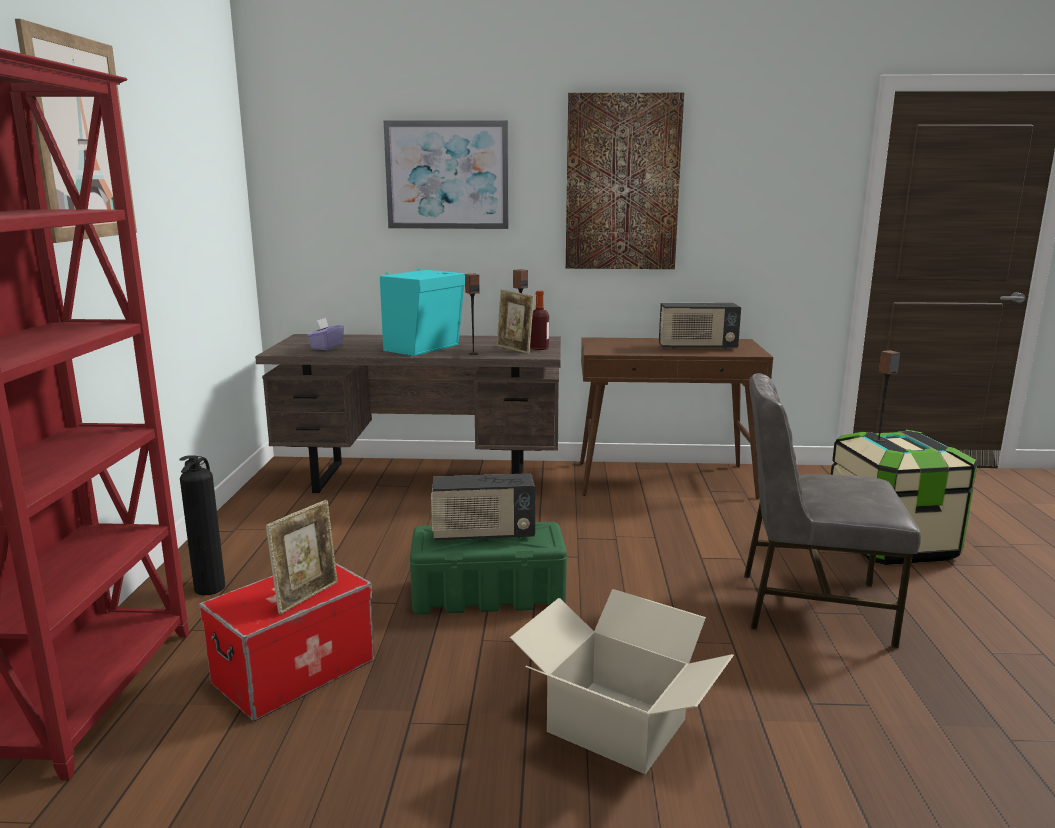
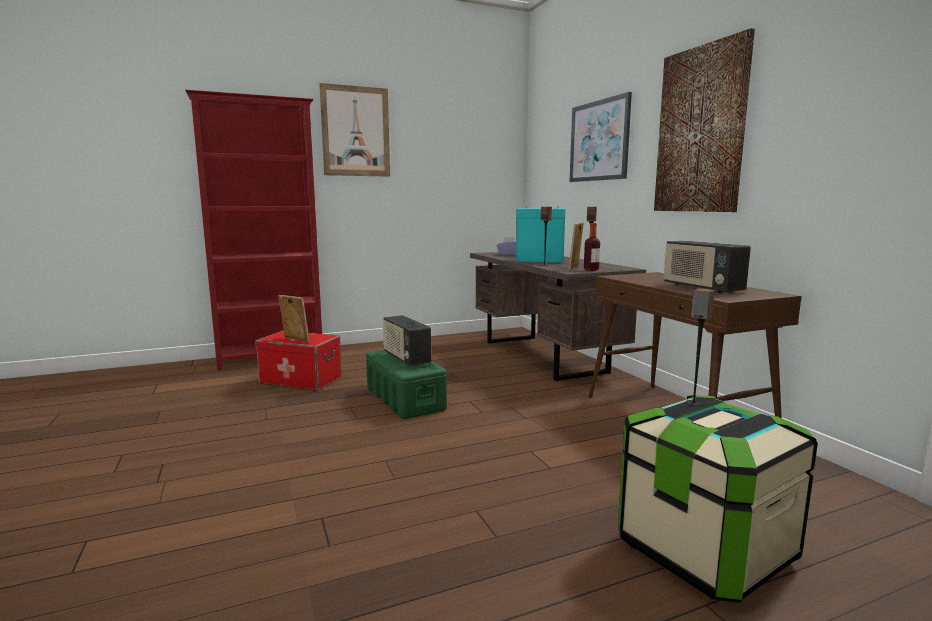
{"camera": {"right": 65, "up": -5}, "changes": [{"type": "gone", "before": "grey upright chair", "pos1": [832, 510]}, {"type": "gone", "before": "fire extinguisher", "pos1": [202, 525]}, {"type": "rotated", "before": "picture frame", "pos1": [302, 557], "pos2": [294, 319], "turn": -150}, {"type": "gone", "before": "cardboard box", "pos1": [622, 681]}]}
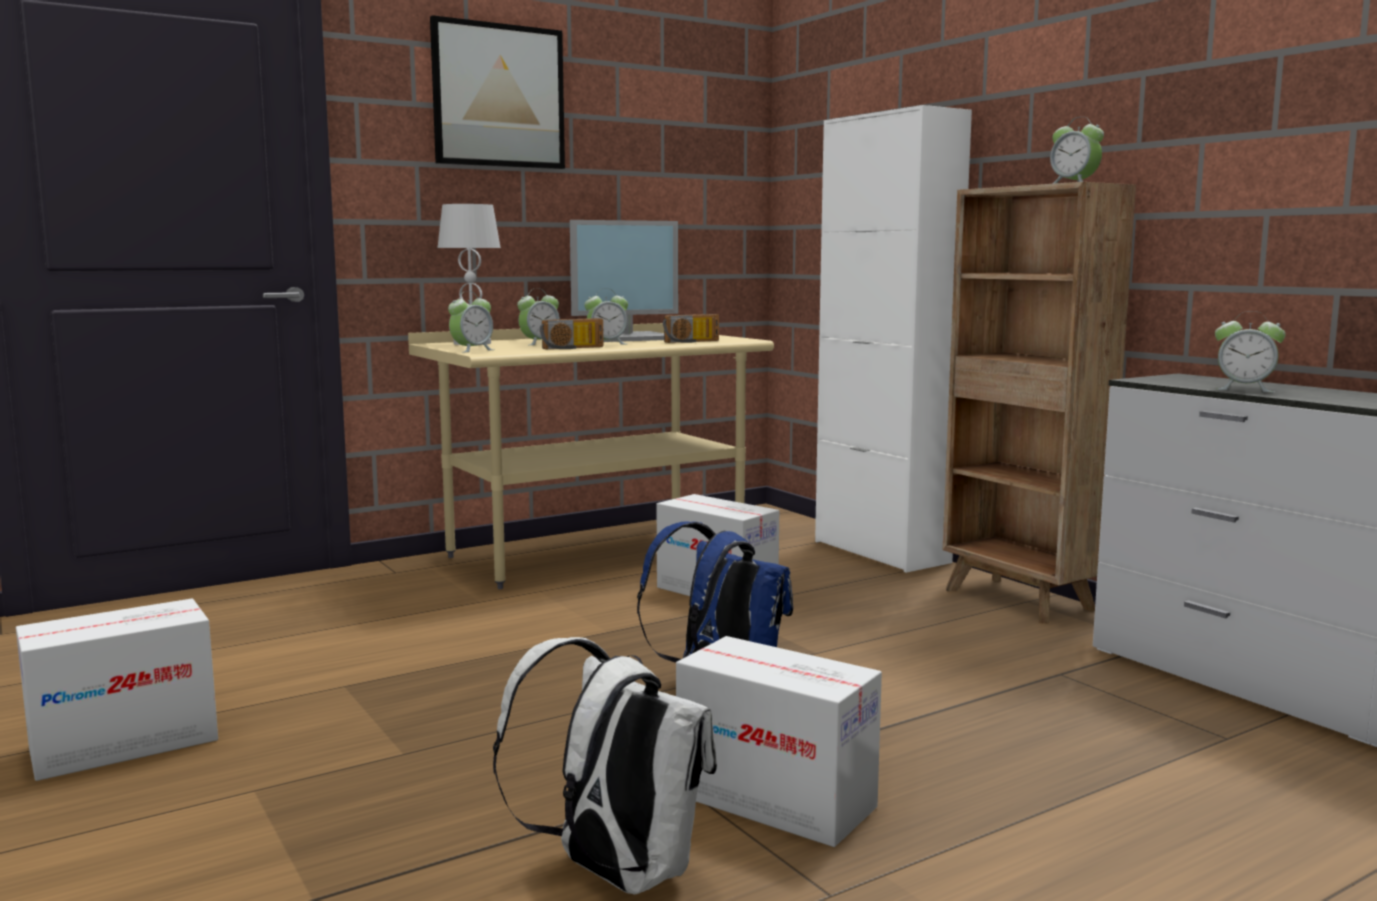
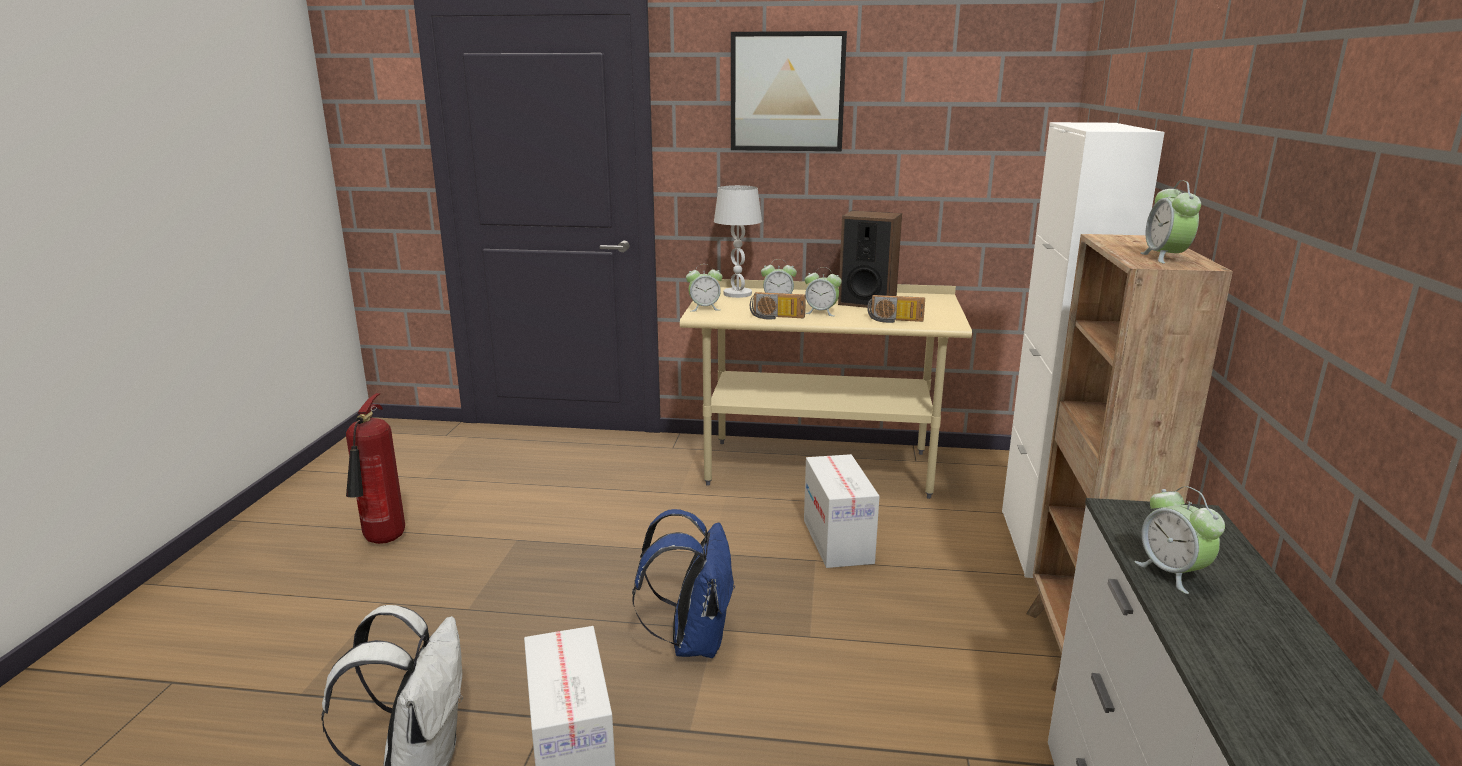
{"camera": {"right": 40, "up": 10}, "changes": [{"type": "swapped", "before": "computer screen", "after": "loudspeaker", "pos1": [624, 281], "pos2": [870, 259]}, {"type": "swapped", "before": "cardboard box", "after": "fire extinguisher", "pos1": [117, 690], "pos2": [375, 468]}]}
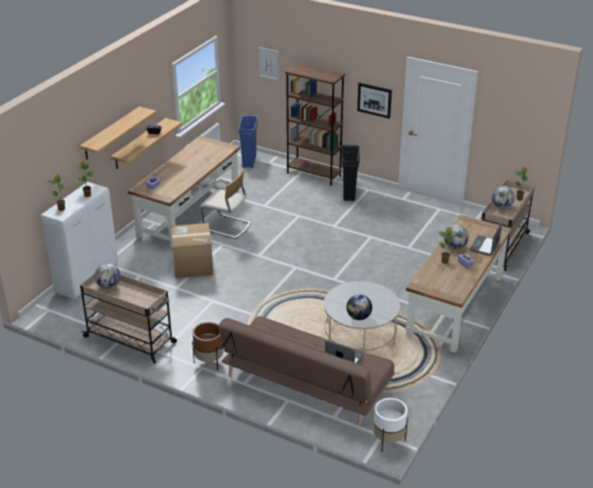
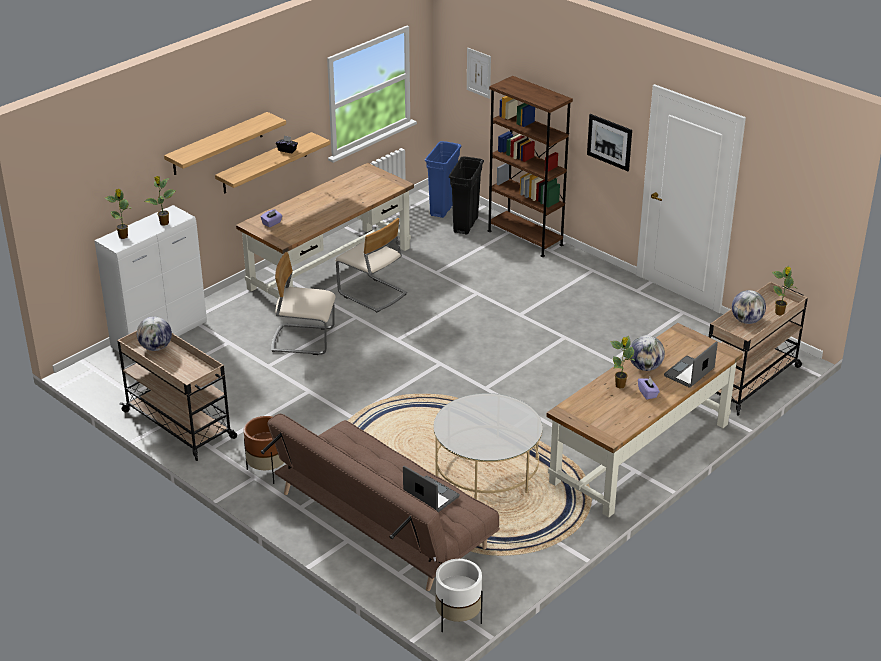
{"camera": {"right": 15, "up": 0}, "changes": [{"type": "shifted", "before": "blackish waste bin", "pos1": [351, 173], "pos2": [466, 195]}, {"type": "swapped", "before": "cardboard box", "after": "beige-coloured upright chair", "pos1": [192, 250], "pos2": [304, 303]}, {"type": "gone", "before": "world globe", "pos1": [359, 307]}]}
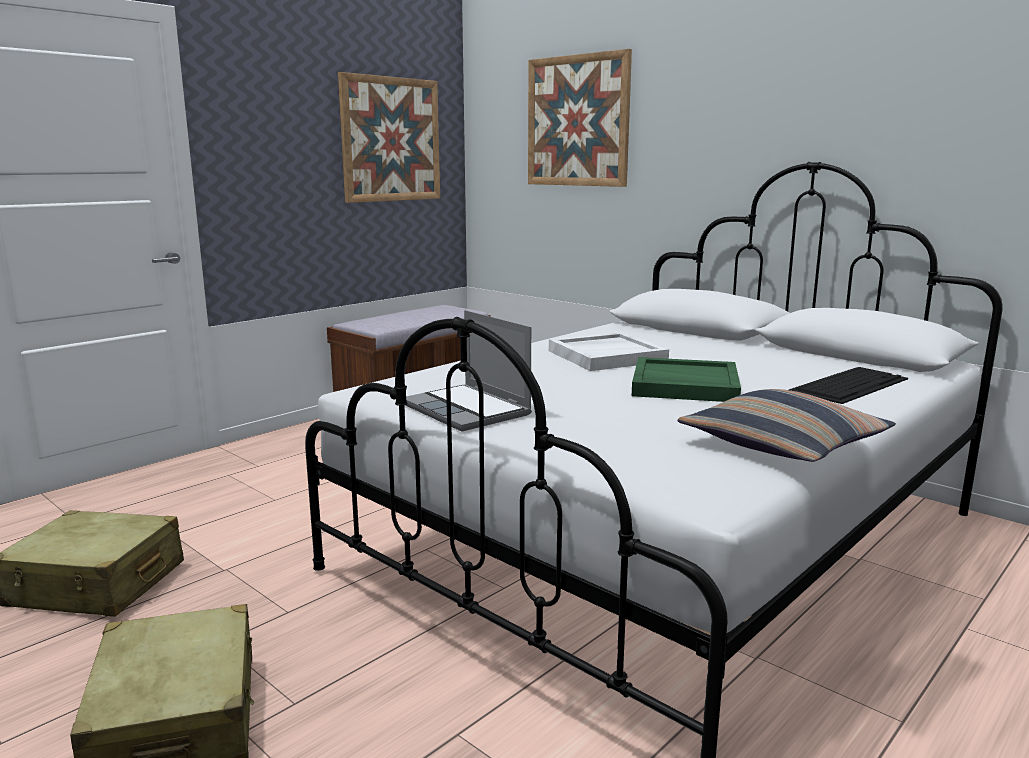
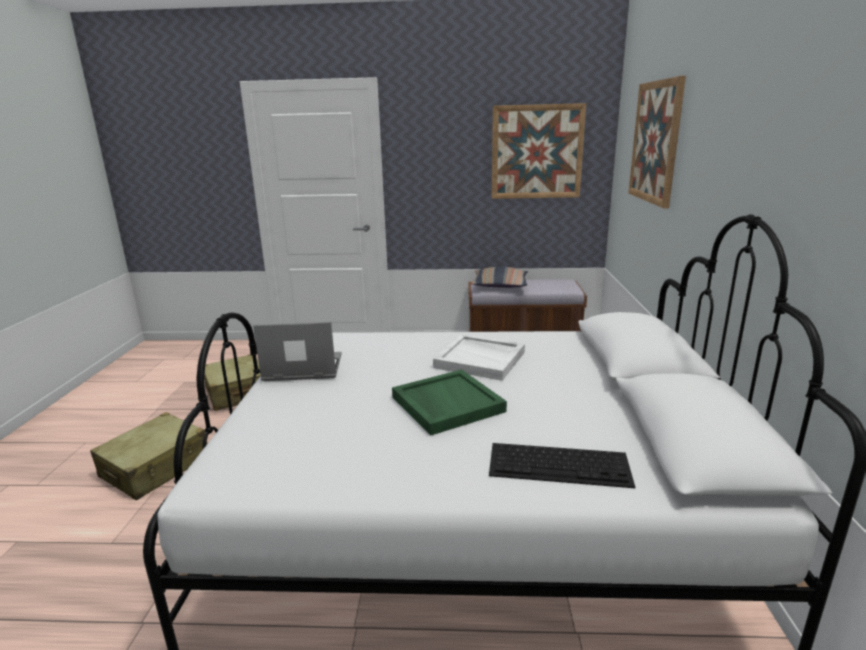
{"camera": {"right": 50, "up": 5}, "changes": [{"type": "rotated", "before": "laptop", "pos1": [469, 371], "pos2": [297, 351], "turn": 75}, {"type": "shifted", "before": "throw pillow", "pos1": [786, 425], "pos2": [499, 277]}]}
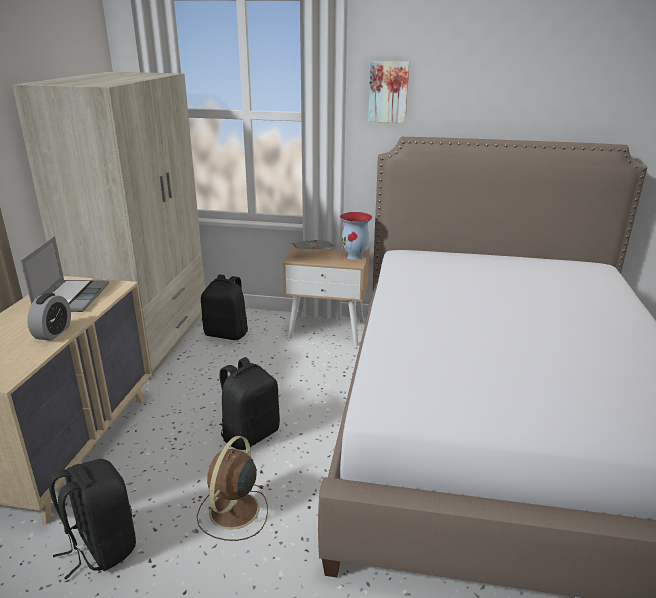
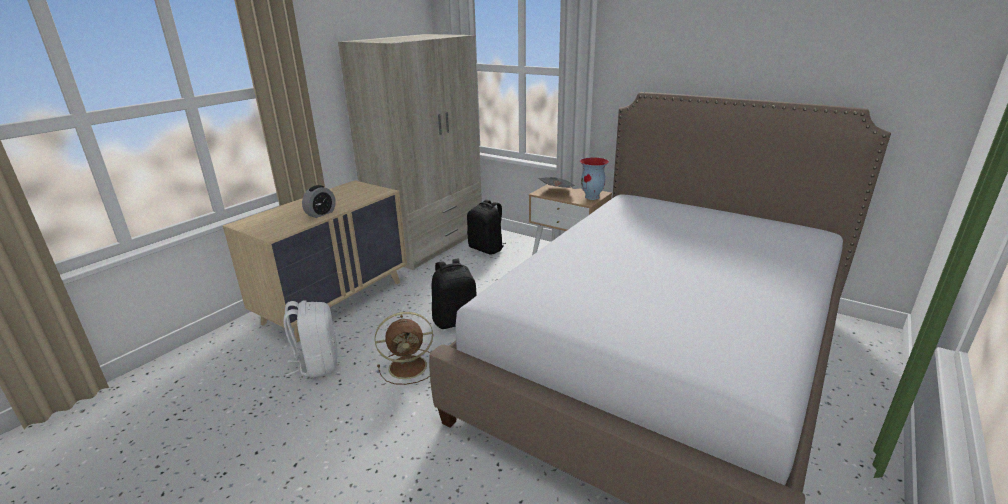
{"camera": {"right": 25, "up": 0}, "changes": [{"type": "gone", "before": "picture", "pos1": [388, 92]}, {"type": "gone", "before": "laptop", "pos1": [64, 274]}, {"type": "rotated", "before": "brown cooling fan", "pos1": [232, 488], "pos2": [404, 348], "turn": -150}, {"type": "repainted", "before": "blackish knapsack", "after": "white-coloured knapsack", "pos1": [92, 519], "pos2": [310, 339]}]}
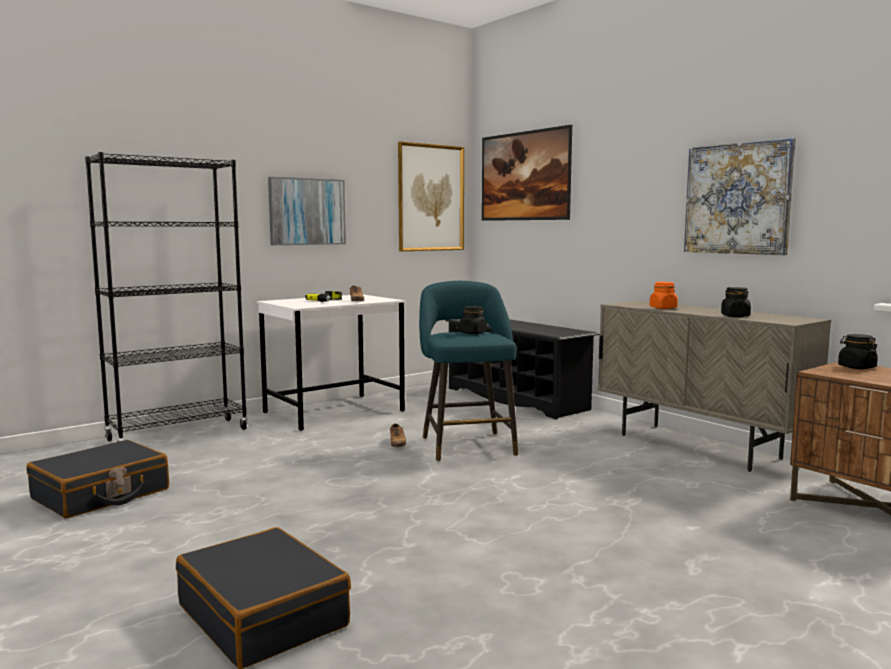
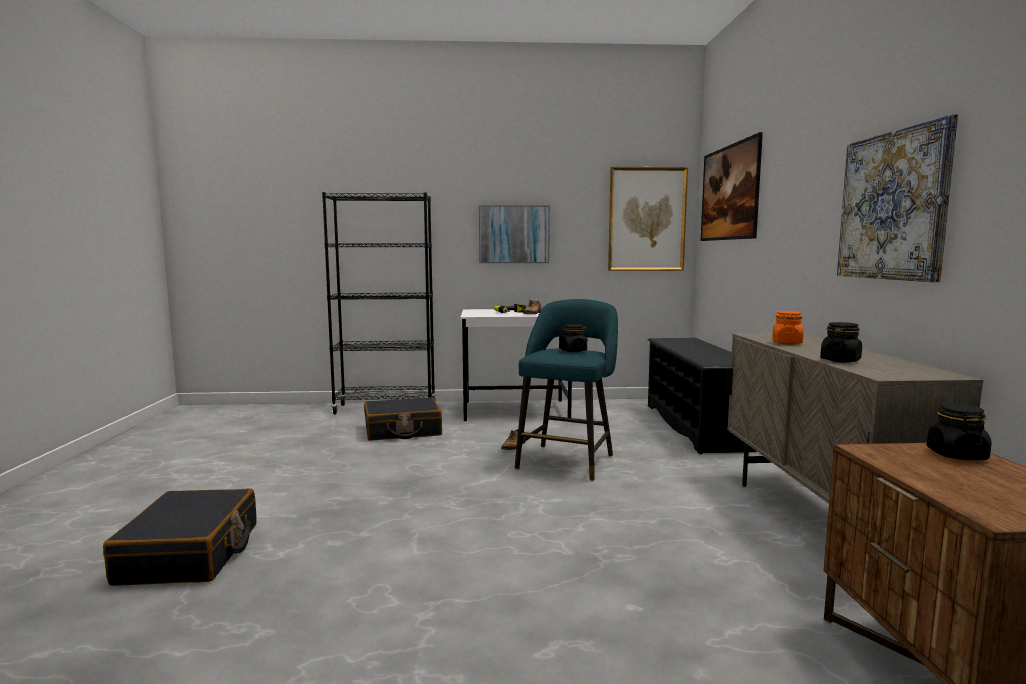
{"camera": {"right": 35, "up": 0}, "changes": [{"type": "shifted", "before": "blackish piece of luggage", "pos1": [98, 479], "pos2": [403, 419]}]}
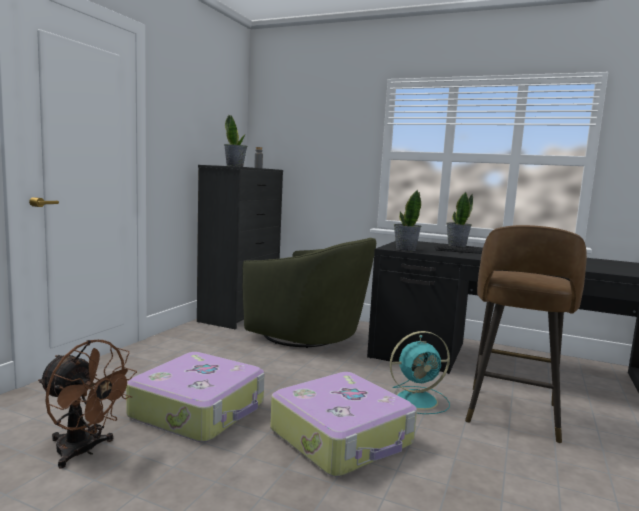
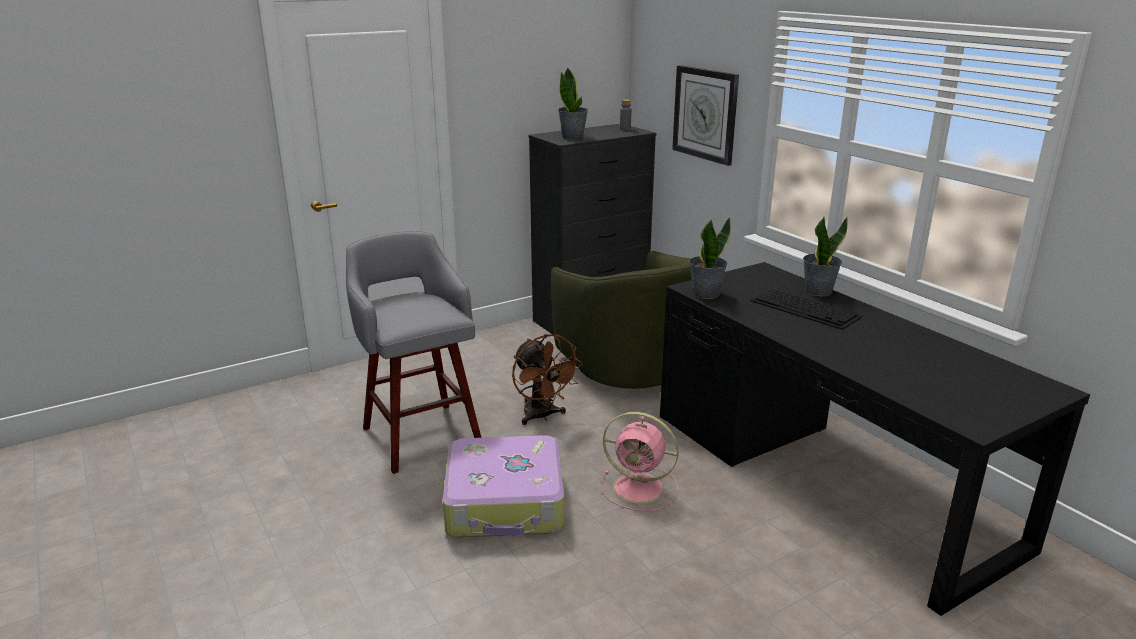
{"camera": {"right": 35, "up": 15}, "changes": [{"type": "gone", "before": "brown sitting stool", "pos1": [526, 334]}, {"type": "repainted", "before": "blue-green cooling fan", "after": "pink-coloured cooling fan", "pos1": [420, 372], "pos2": [640, 461]}, {"type": "shifted", "before": "brown cooling fan", "pos1": [87, 404], "pos2": [547, 379]}, {"type": "swapped", "before": "piece of luggage", "after": "grey sitting stool", "pos1": [195, 397], "pos2": [413, 352]}, {"type": "new", "after": "clock on the wall", "pos2": [705, 115]}]}
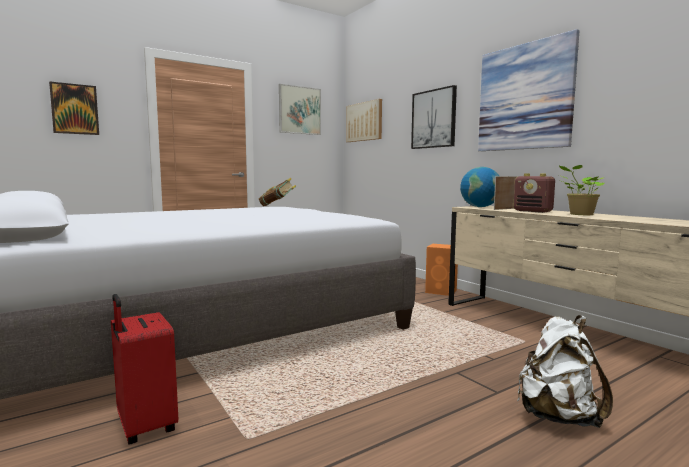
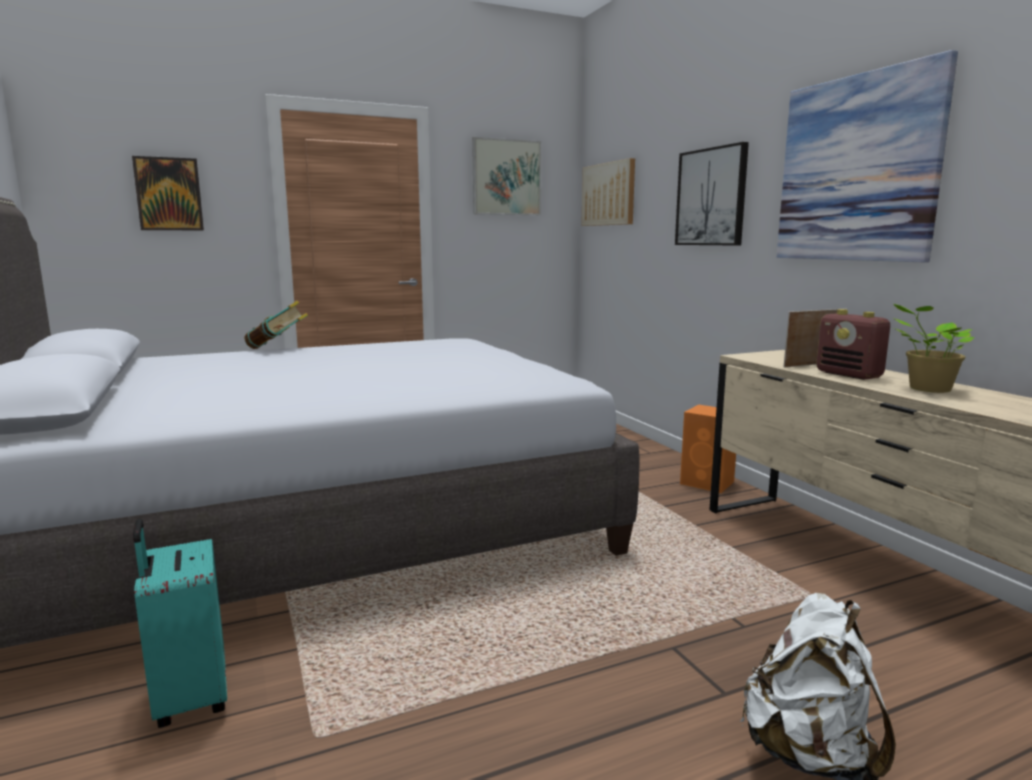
{"camera": {"right": 10, "up": 5}, "changes": [{"type": "gone", "before": "world globe", "pos1": [479, 187]}, {"type": "shifted", "before": "bound book", "pos1": [277, 192], "pos2": [276, 324]}, {"type": "repainted", "before": "red-coloured piece of luggage", "after": "blue-green piece of luggage", "pos1": [144, 369], "pos2": [180, 623]}]}
